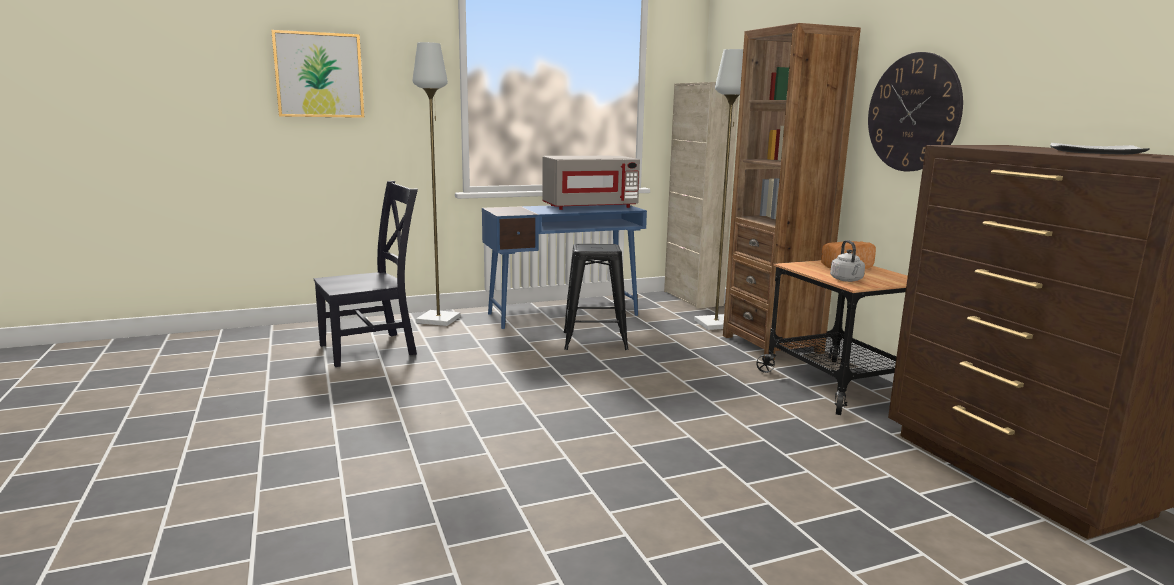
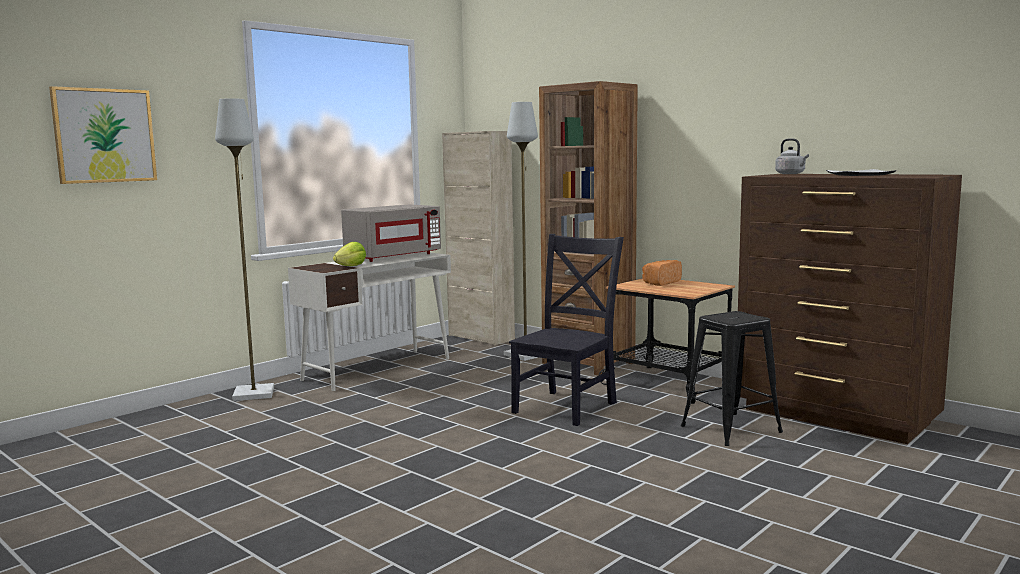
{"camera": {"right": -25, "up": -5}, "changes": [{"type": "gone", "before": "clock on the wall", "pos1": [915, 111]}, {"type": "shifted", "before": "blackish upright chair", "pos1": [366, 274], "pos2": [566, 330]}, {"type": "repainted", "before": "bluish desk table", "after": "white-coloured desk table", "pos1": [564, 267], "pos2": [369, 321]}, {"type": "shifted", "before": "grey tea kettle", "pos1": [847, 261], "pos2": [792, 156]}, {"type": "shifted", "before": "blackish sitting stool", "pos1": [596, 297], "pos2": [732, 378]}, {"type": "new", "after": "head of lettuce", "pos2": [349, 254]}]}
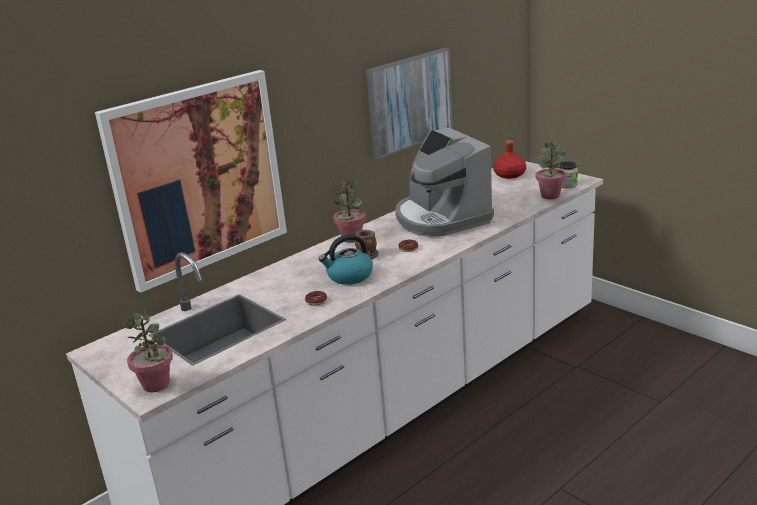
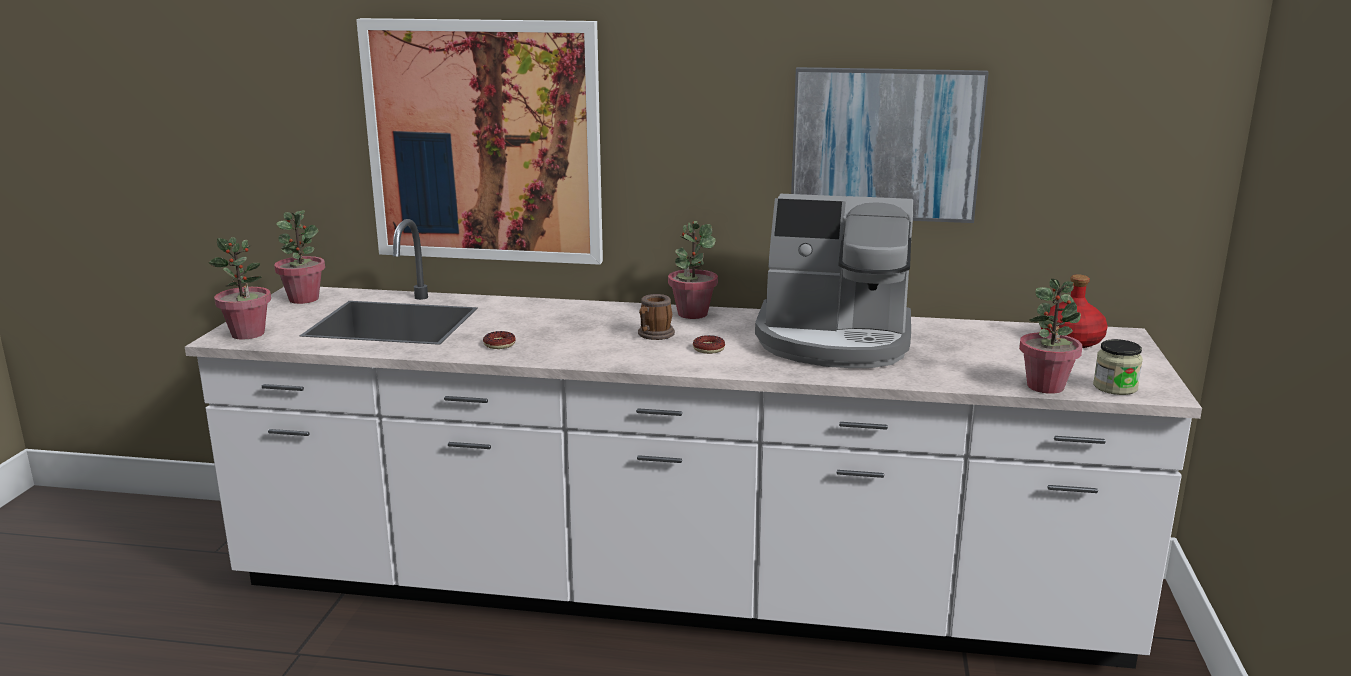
{"camera": {"right": 50, "up": -5}, "changes": [{"type": "rotated", "before": "coffee brewer", "pos1": [444, 182], "pos2": [834, 281], "turn": -105}, {"type": "gone", "before": "tea kettle", "pos1": [346, 259]}, {"type": "new", "after": "houseplant", "pos2": [299, 257]}]}
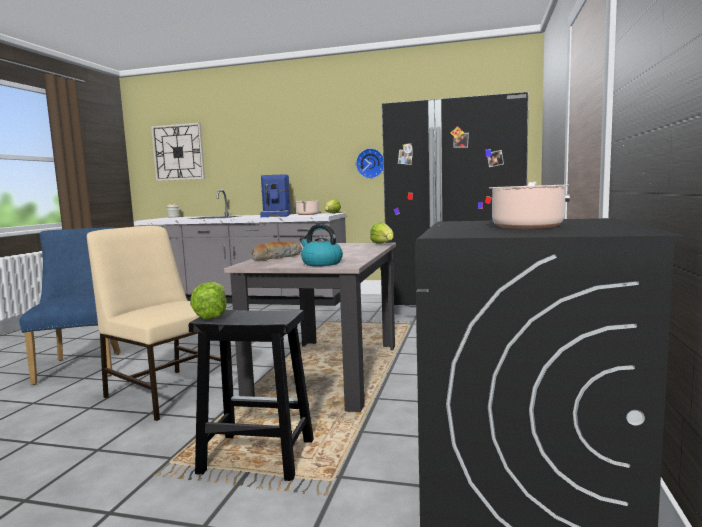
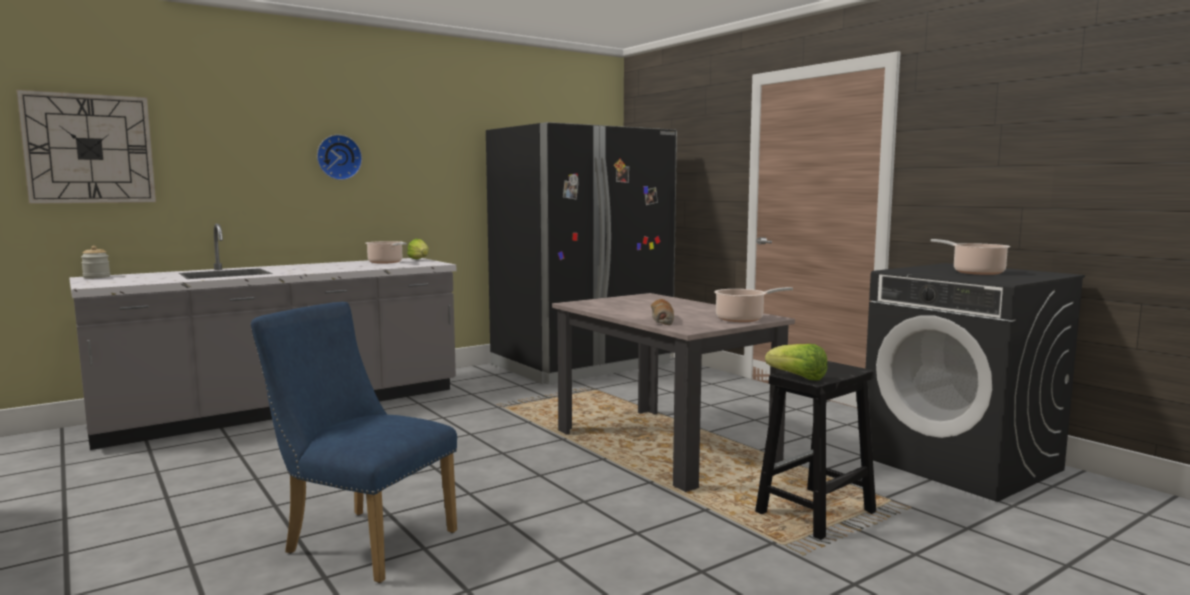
{"camera": {"right": -50, "up": 0}, "changes": [{"type": "shifted", "before": "clock on the wall", "pos1": [369, 163], "pos2": [339, 157]}, {"type": "gone", "before": "coffee brewer", "pos1": [275, 195]}, {"type": "gone", "before": "head of lettuce", "pos1": [382, 233]}, {"type": "swapped", "before": "tea kettle", "after": "cooking pot", "pos1": [321, 245], "pos2": [753, 304]}, {"type": "gone", "before": "beige-coloured upright chair", "pos1": [157, 323]}]}
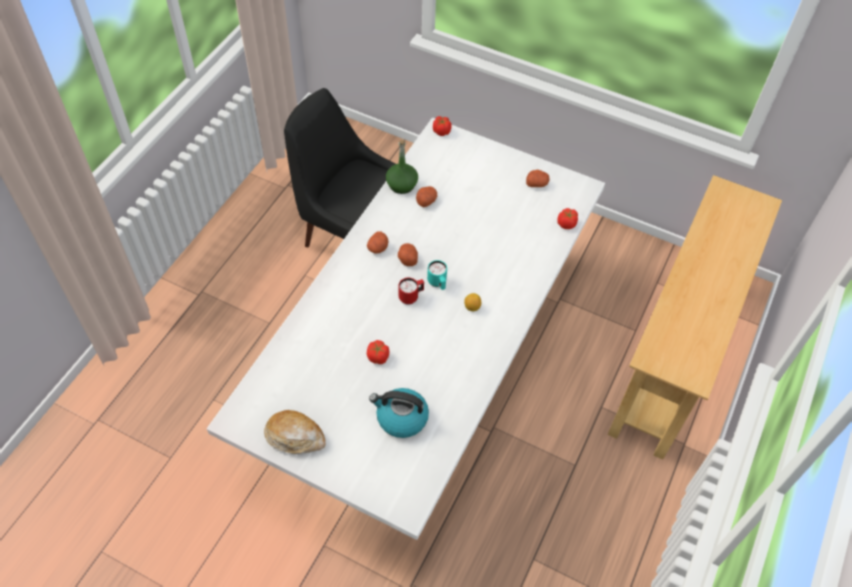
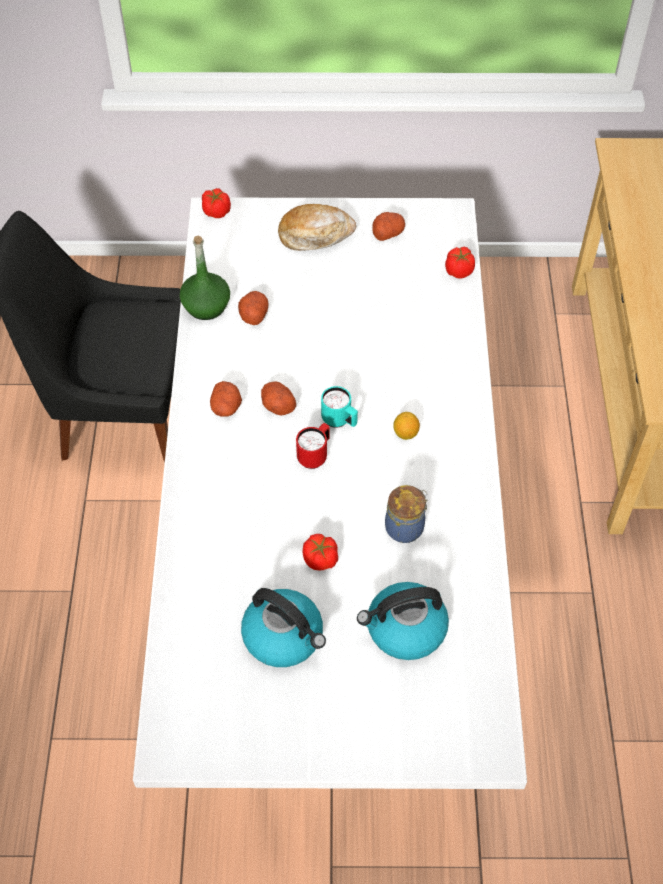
{"camera": {"right": -25, "up": 0}, "changes": [{"type": "shifted", "before": "bakery bread", "pos1": [295, 432], "pos2": [317, 227]}, {"type": "new", "after": "preserve jar", "pos2": [406, 514]}, {"type": "new", "after": "tea kettle", "pos2": [283, 627]}]}
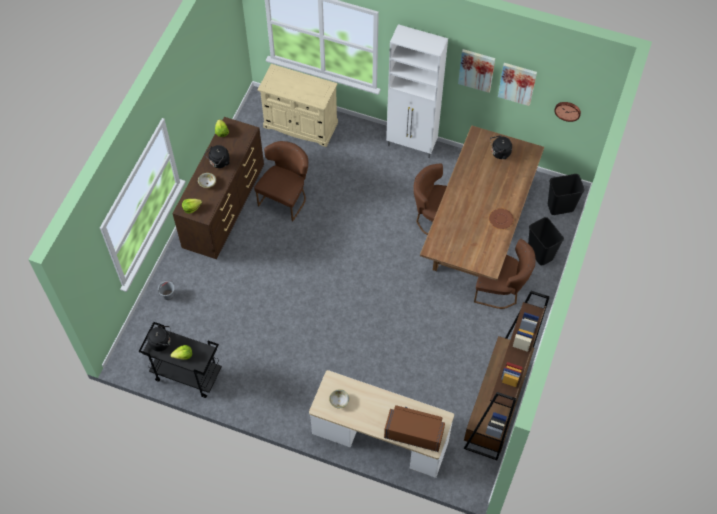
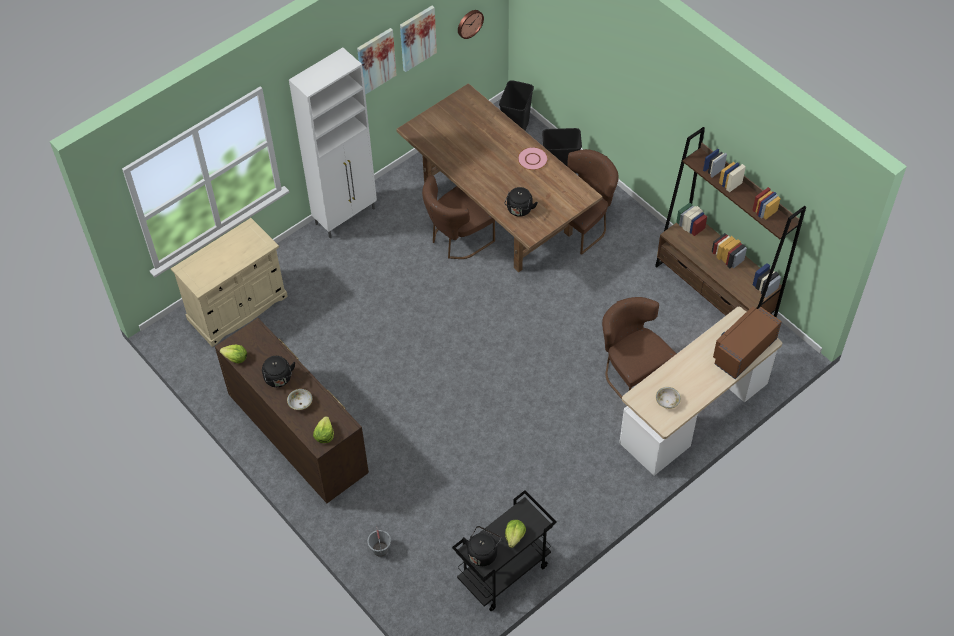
{"camera": {"right": -60, "up": -5}, "changes": [{"type": "shifted", "before": "blackish tea kettle", "pos1": [501, 147], "pos2": [521, 202]}, {"type": "shifted", "before": "brown upright chair", "pos1": [281, 181], "pos2": [639, 348]}, {"type": "repainted", "before": "brown dinner plate", "after": "pink-coloured dinner plate", "pos1": [501, 219], "pos2": [533, 158]}]}
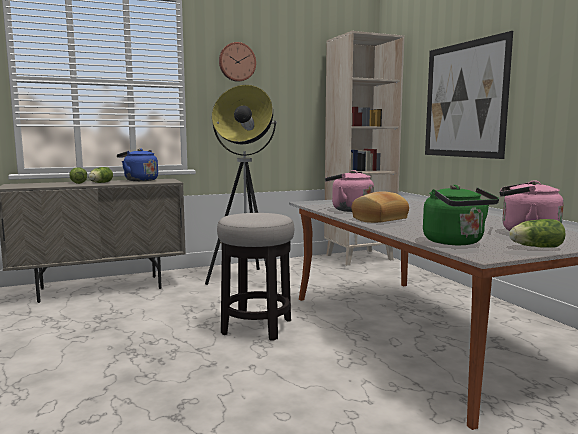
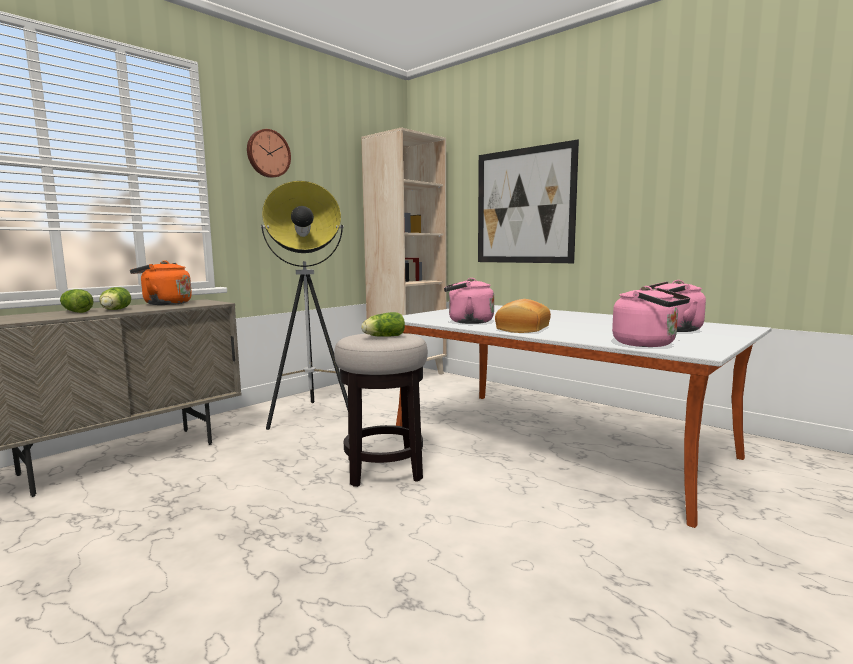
{"camera": {"right": -25, "up": 0}, "changes": [{"type": "repainted", "before": "bluish tea kettle", "after": "orangey tea kettle", "pos1": [137, 164], "pos2": [161, 282]}, {"type": "repainted", "before": "green-coloured tea kettle", "after": "pink-coloured tea kettle", "pos1": [461, 215], "pos2": [651, 316]}, {"type": "shifted", "before": "head of lettuce", "pos1": [537, 233], "pos2": [383, 324]}]}
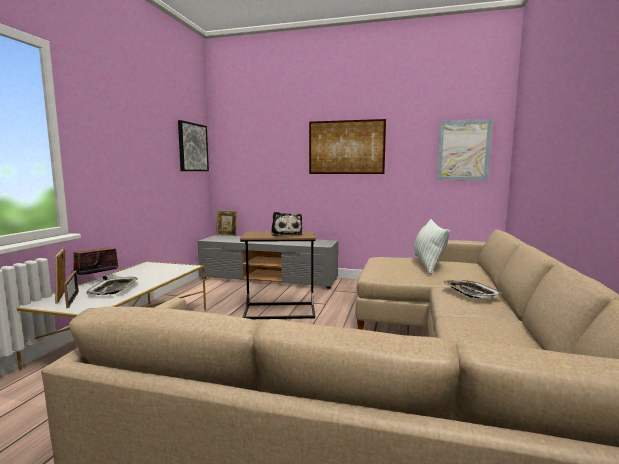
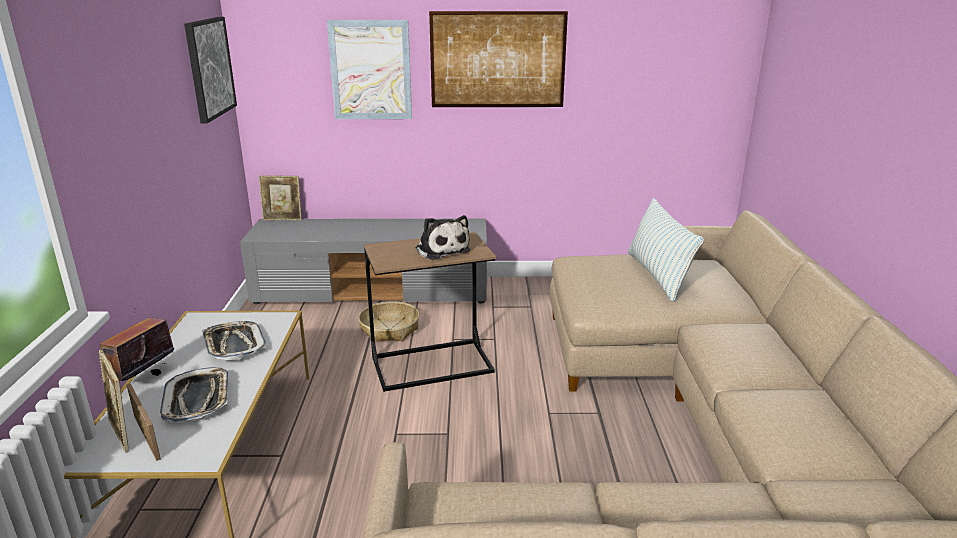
{"camera": {"right": -15, "up": 15}, "changes": [{"type": "shifted", "before": "picture", "pos1": [465, 149], "pos2": [369, 69]}, {"type": "shifted", "before": "tray", "pos1": [472, 289], "pos2": [234, 340]}, {"type": "new", "after": "storage basket", "pos2": [389, 321]}]}
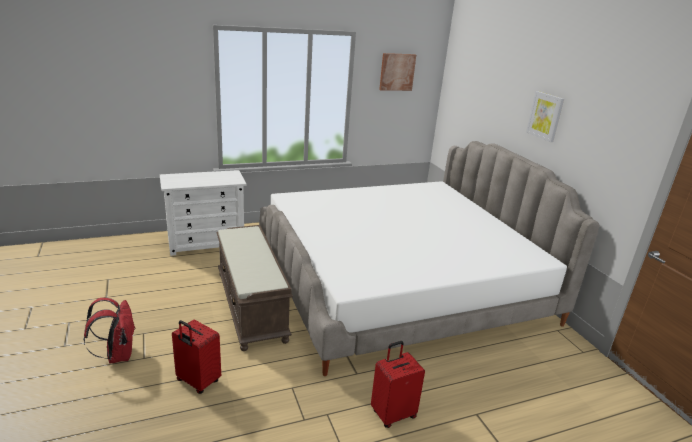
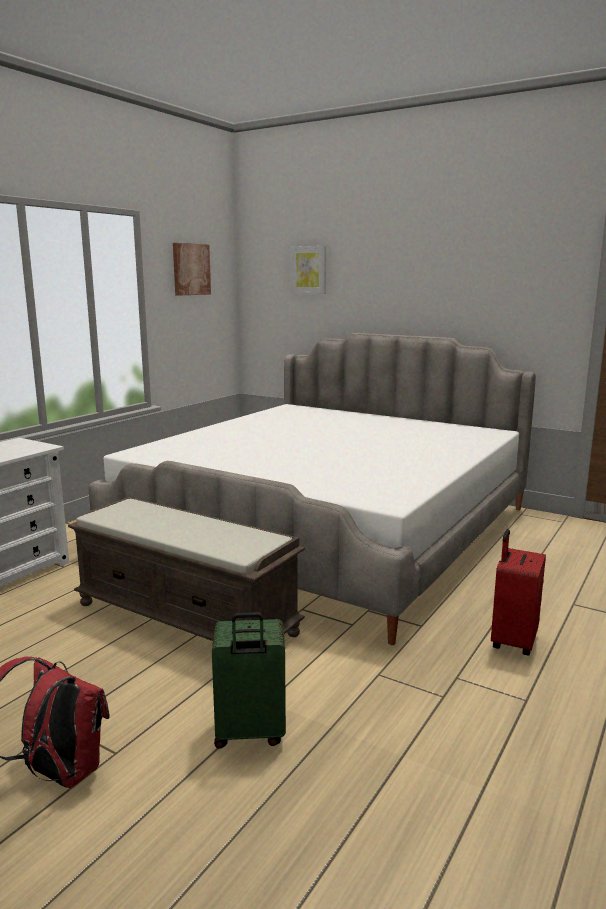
{"camera": {"right": -35, "up": -10}, "changes": [{"type": "shifted", "before": "picture", "pos1": [545, 116], "pos2": [308, 270]}, {"type": "repainted", "before": "red-coloured piece of luggage", "after": "green-coloured piece of luggage", "pos1": [196, 357], "pos2": [249, 680]}]}
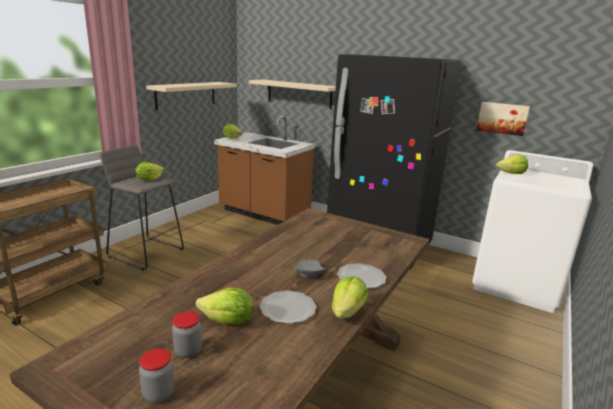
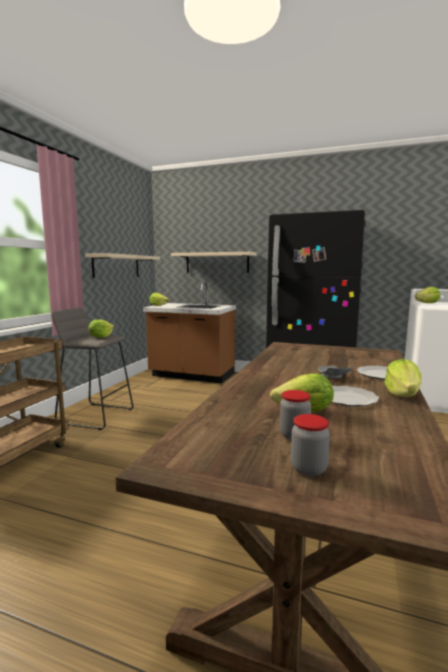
{"camera": {"right": -10, "up": -10}, "changes": [{"type": "gone", "before": "picture", "pos1": [503, 119]}]}
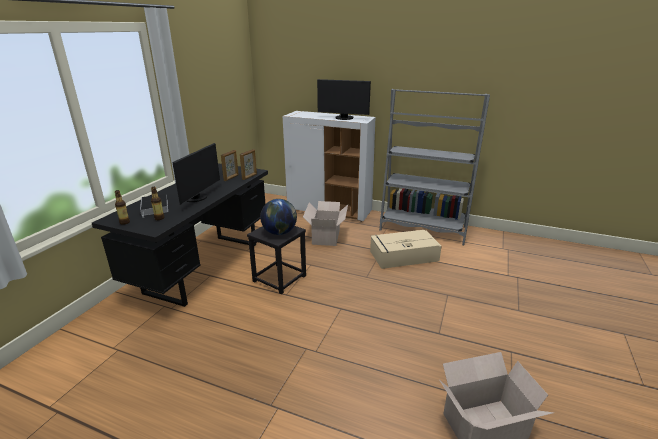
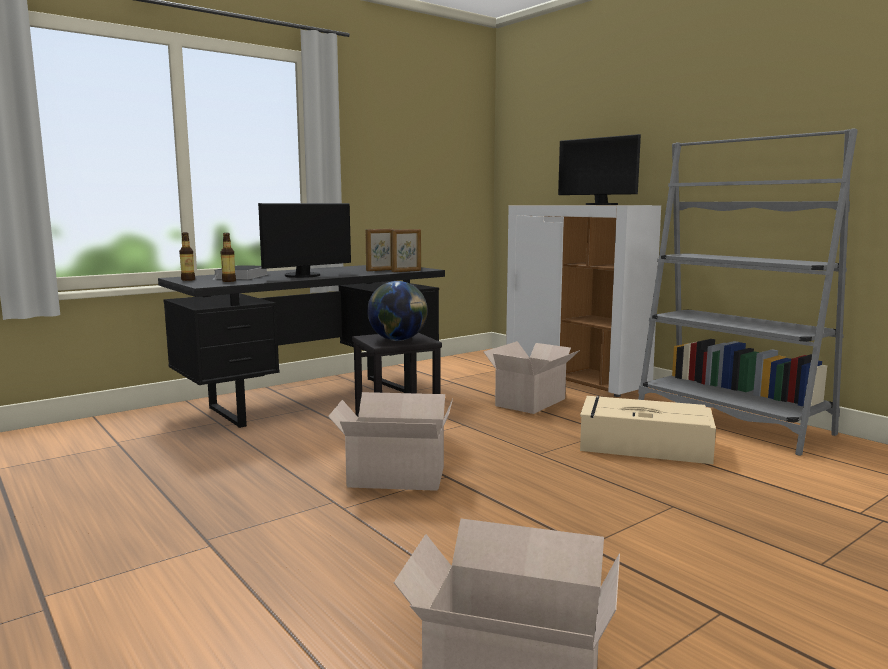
{"camera": {"right": 30, "up": -15}, "changes": [{"type": "new", "after": "cardboard box", "pos2": [390, 441]}]}
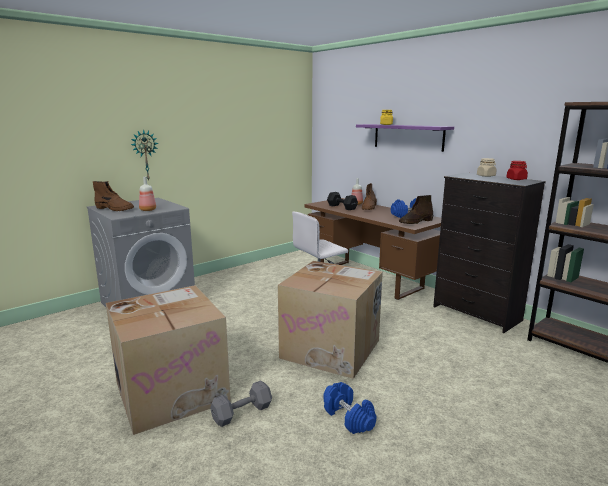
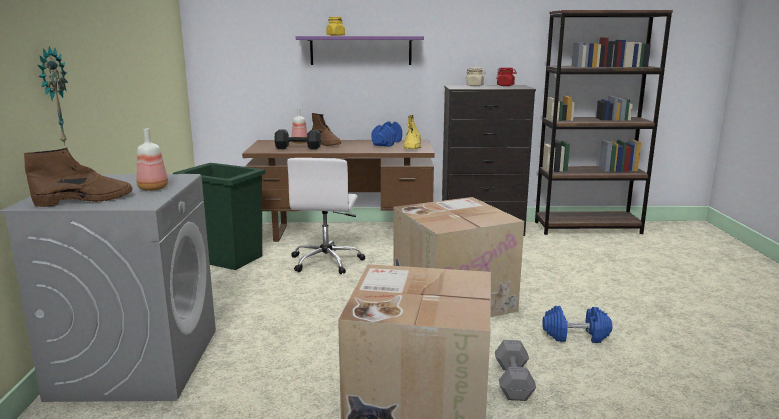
{"camera": {"right": -50, "up": 0}, "changes": [{"type": "repainted", "before": "brown boot", "after": "yellow-coloured boot", "pos1": [416, 209], "pos2": [412, 132]}, {"type": "new", "after": "green-coloured waste bin", "pos2": [219, 216]}]}
